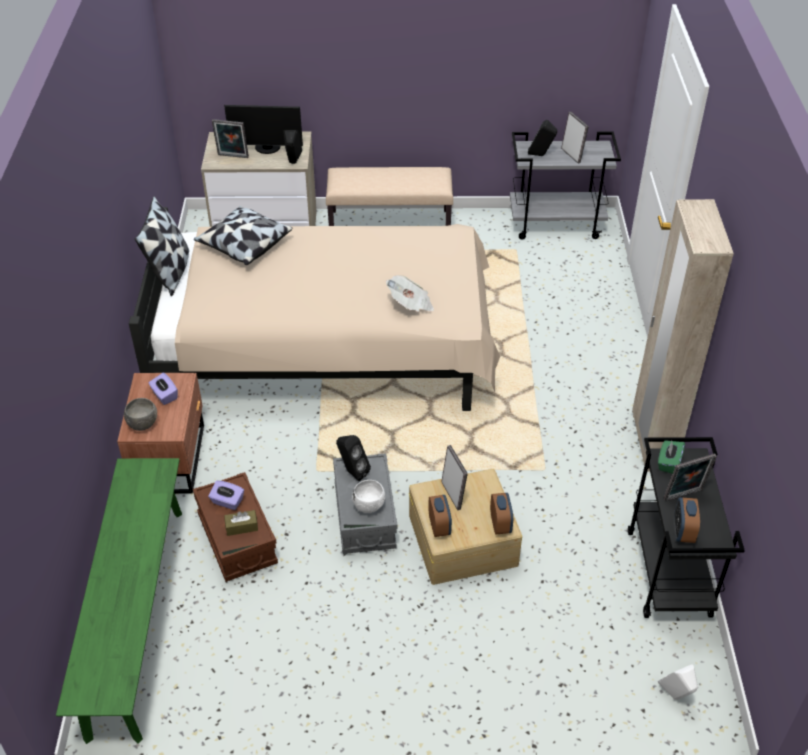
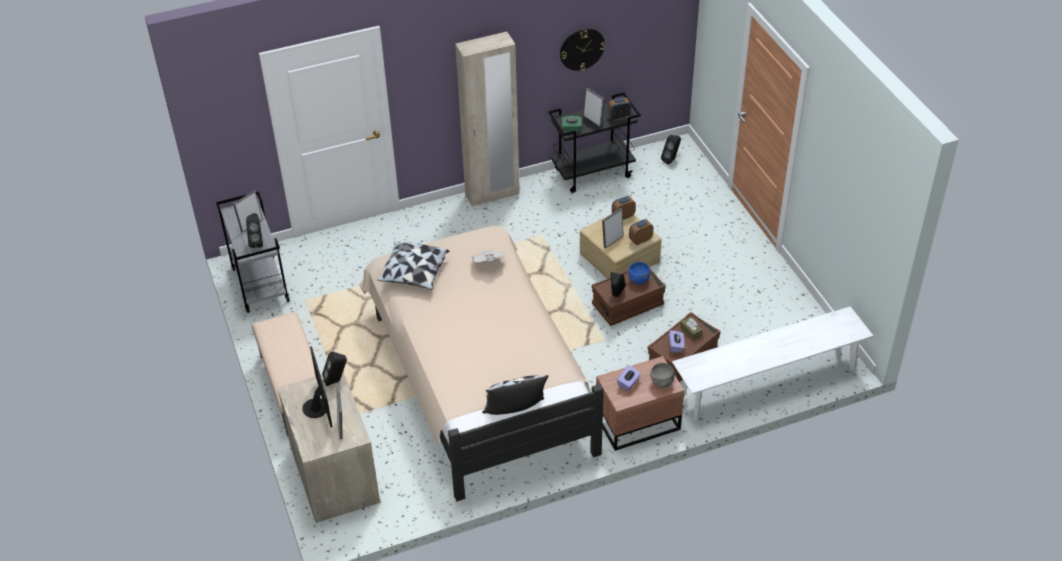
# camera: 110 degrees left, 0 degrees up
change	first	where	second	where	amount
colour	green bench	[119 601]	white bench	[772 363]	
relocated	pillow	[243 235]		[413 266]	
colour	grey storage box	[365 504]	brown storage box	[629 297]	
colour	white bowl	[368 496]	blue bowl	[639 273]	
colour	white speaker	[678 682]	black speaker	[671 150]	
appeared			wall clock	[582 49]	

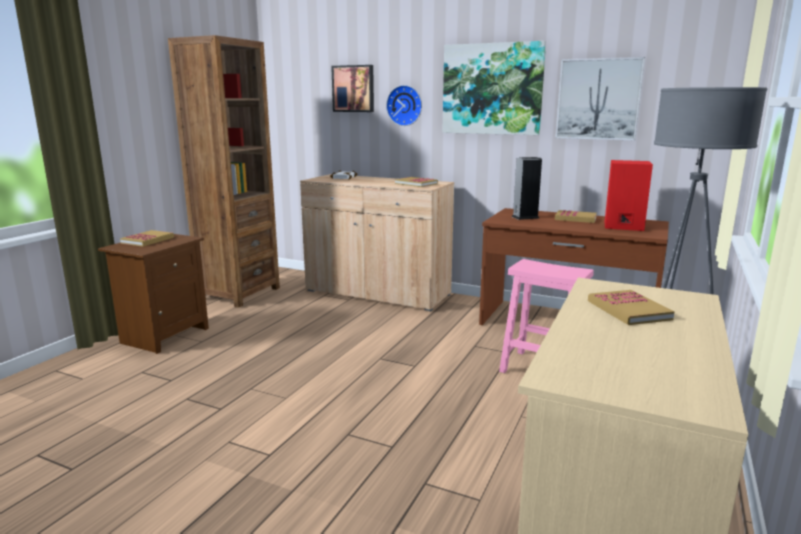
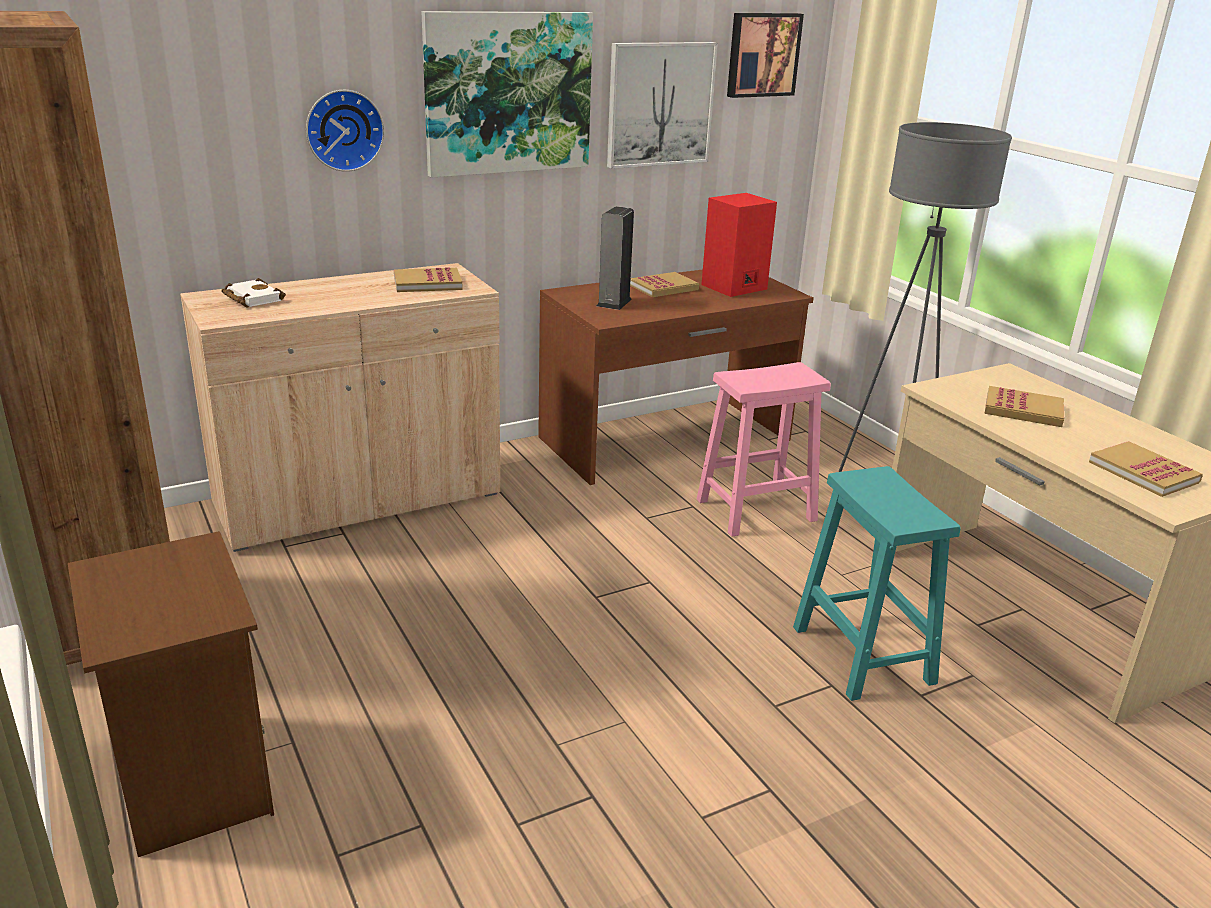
# camera: 55 degrees left, 10 degrees up
change	first	where	second	where	amount
relocated	book	[147 238]		[1146 469]	
relocated	picture	[352 88]		[765 55]	
appeared			turquoise stool	[877 583]	

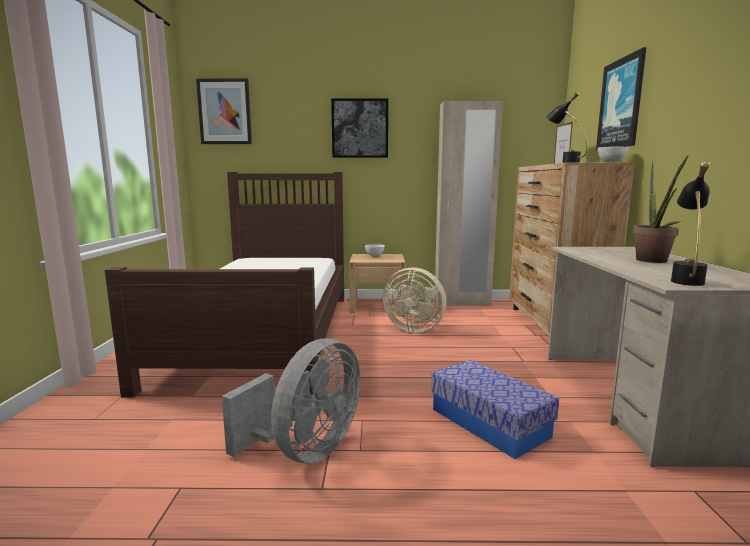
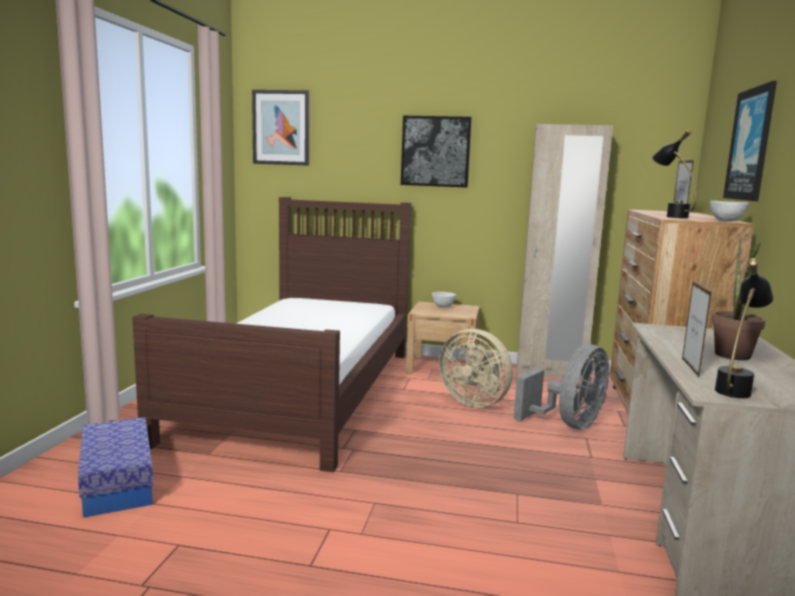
# camera: 10 degrees right, 0 degrees up
change	first	where	second	where	amount
relocated	grey fan	[291 401]		[561 386]	
relocated	storage box	[495 409]		[115 467]	
appeared			picture frame	[697 329]	

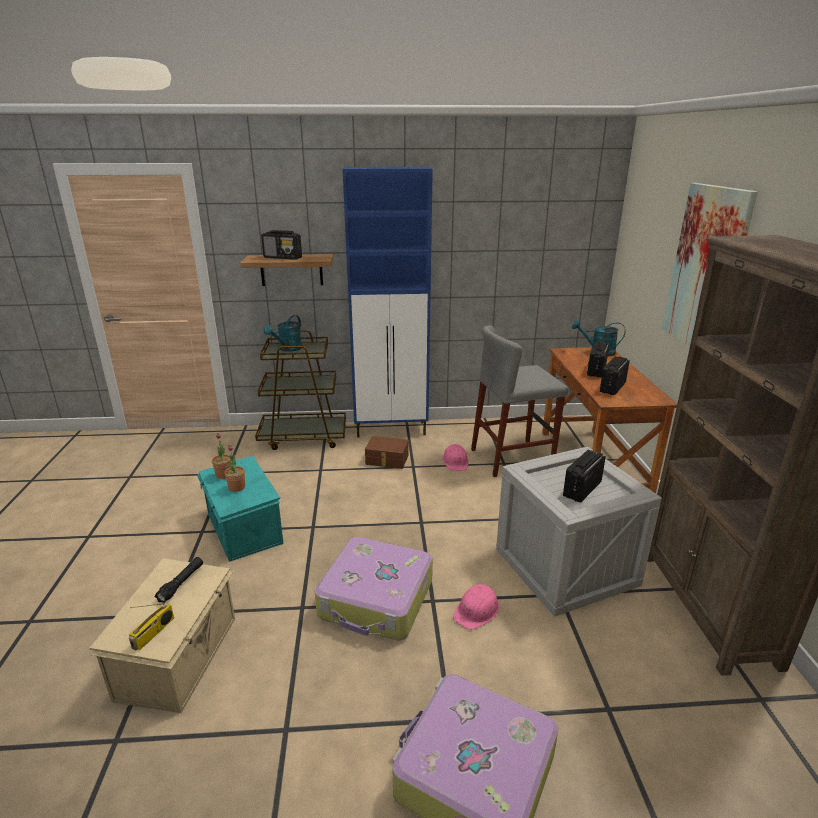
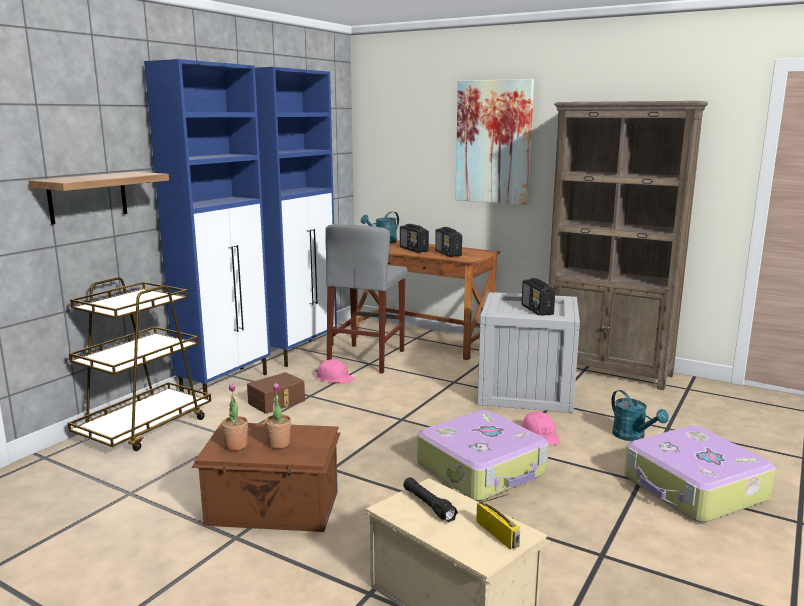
# camera: 55 degrees left, 10 degrees down
change	first	where	second	where	amount
colour	turquoise storage box	[240 509]	brown storage box	[265 477]	
missing	radio	[281 245]			
relocated	turquoise watering can	[282 333]		[640 415]	
appeared			blue cabinet	[296 217]	

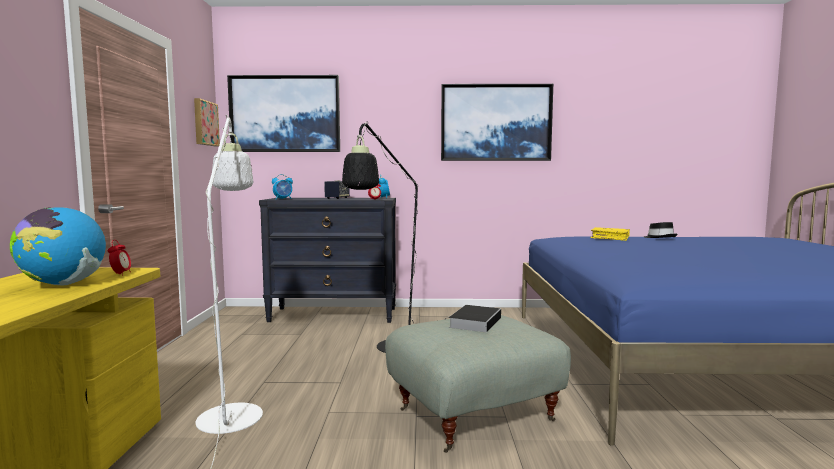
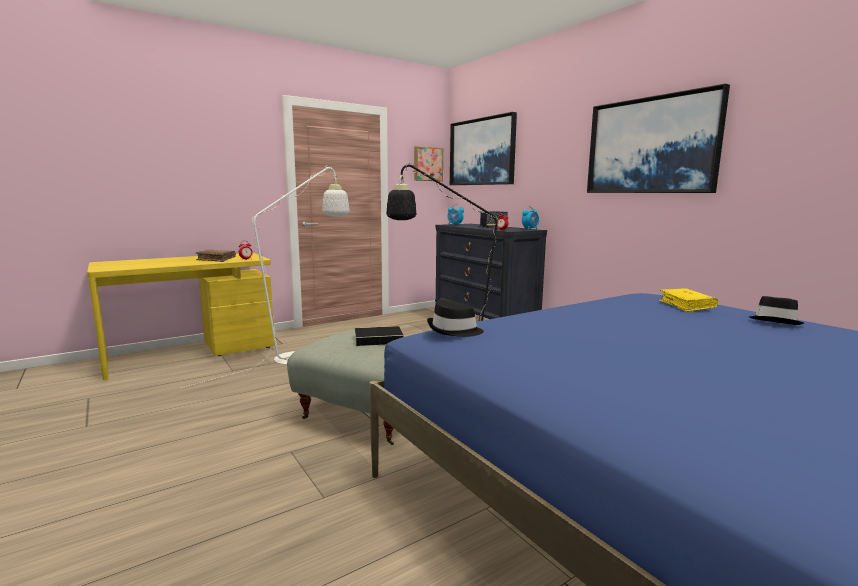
# camera: 55 degrees right, 5 degrees up
change	first	where	second	where	amount
exchanged	globe	[58 246]	brown book	[215 256]	
appeared			black hat	[455 318]	

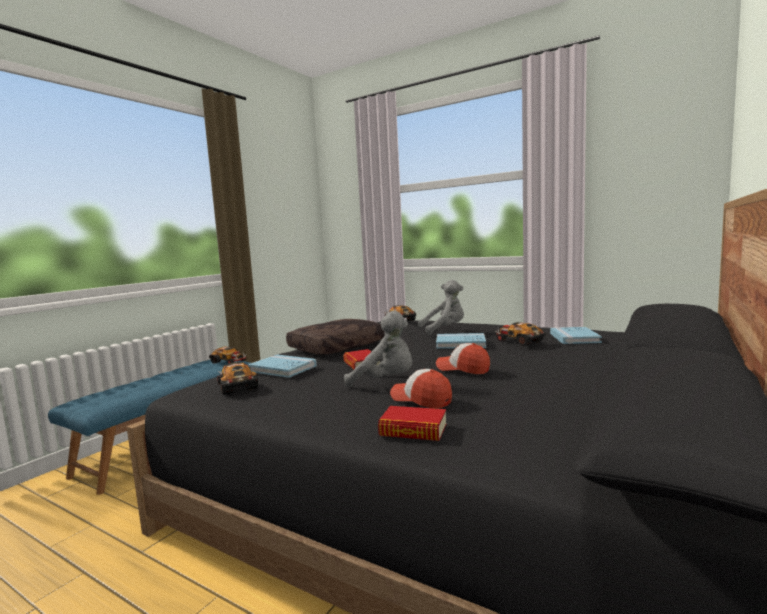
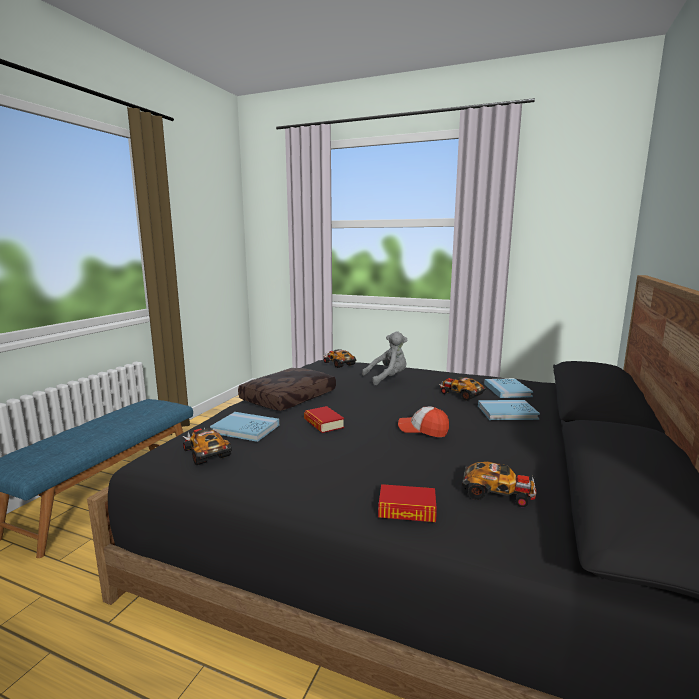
# camera: 10 degrees left, 5 degrees up
change	first	where	second	where	amount
relocated	toy car	[228 355]		[499 484]	
missing	grey plush toy	[378 349]			
missing	cap	[421 388]			
relocated	blue book	[461 341]		[509 410]	

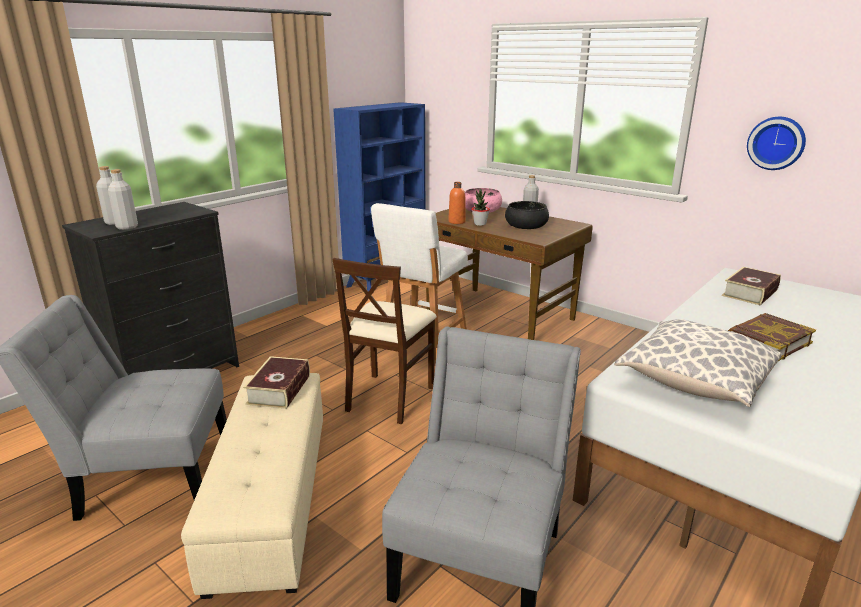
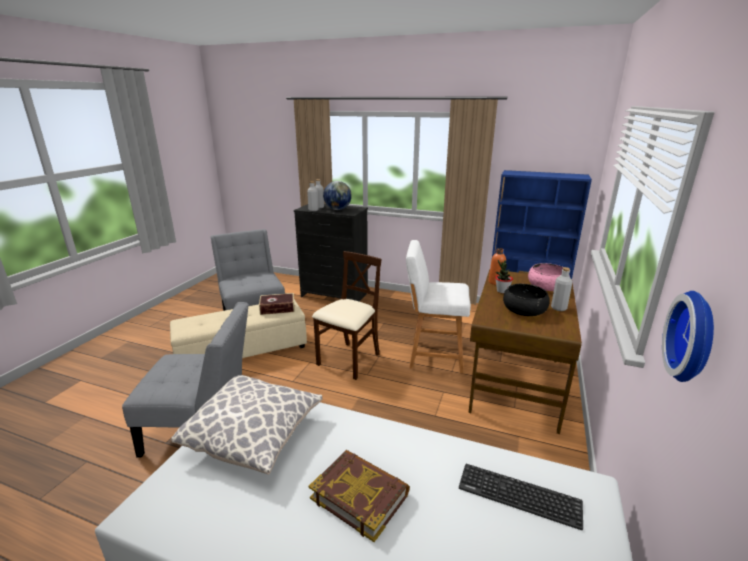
# camera: 70 degrees right, 0 degrees up
change	first	where	second	where	amount
spun	beige chair	[384 341]		[347 315]	120 degrees clockwise
exchanged	book	[751 286]	keyboard	[521 497]	
appeared			globe	[337 195]	

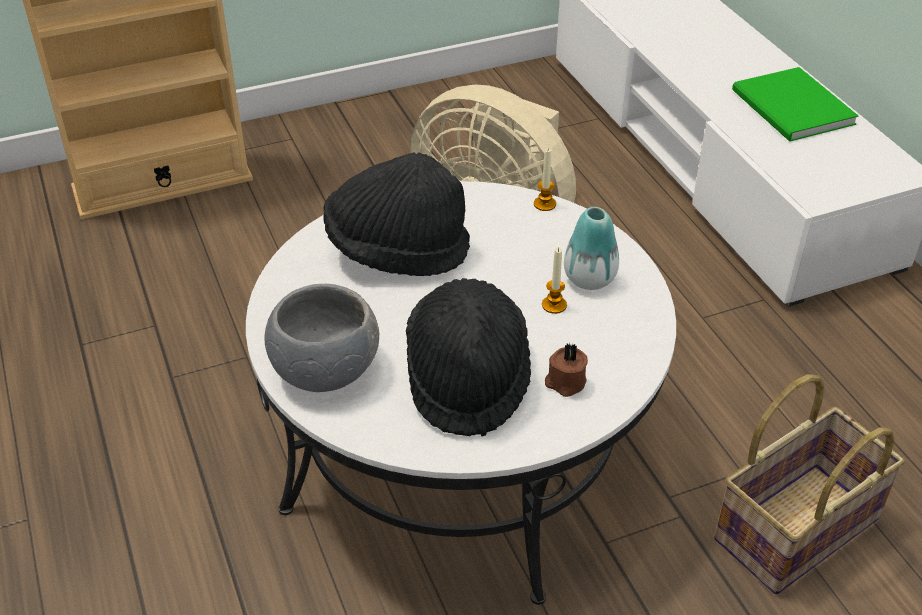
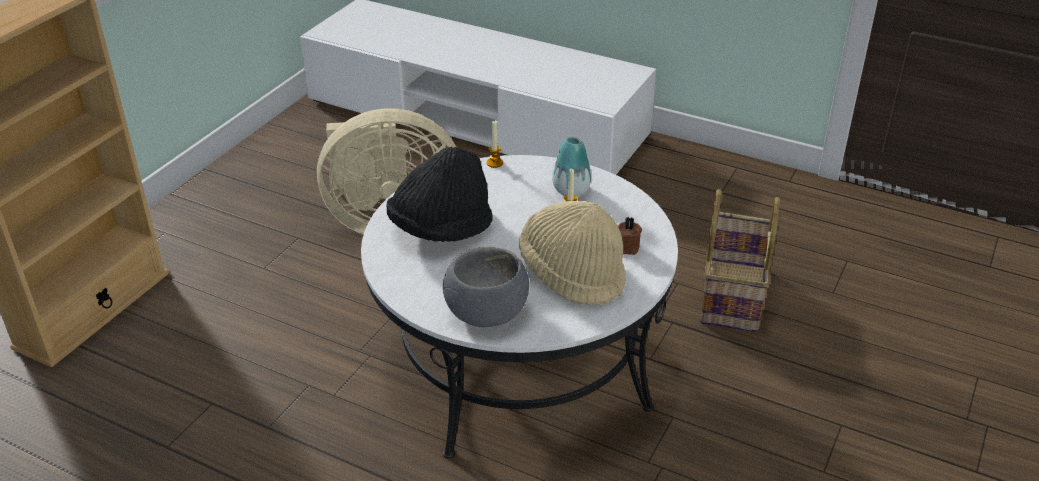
# camera: 40 degrees left, 5 degrees down
change	first	where	second	where	amount
colour	black hat	[468 357]	beige hat	[572 253]	
missing	green book	[795 104]			

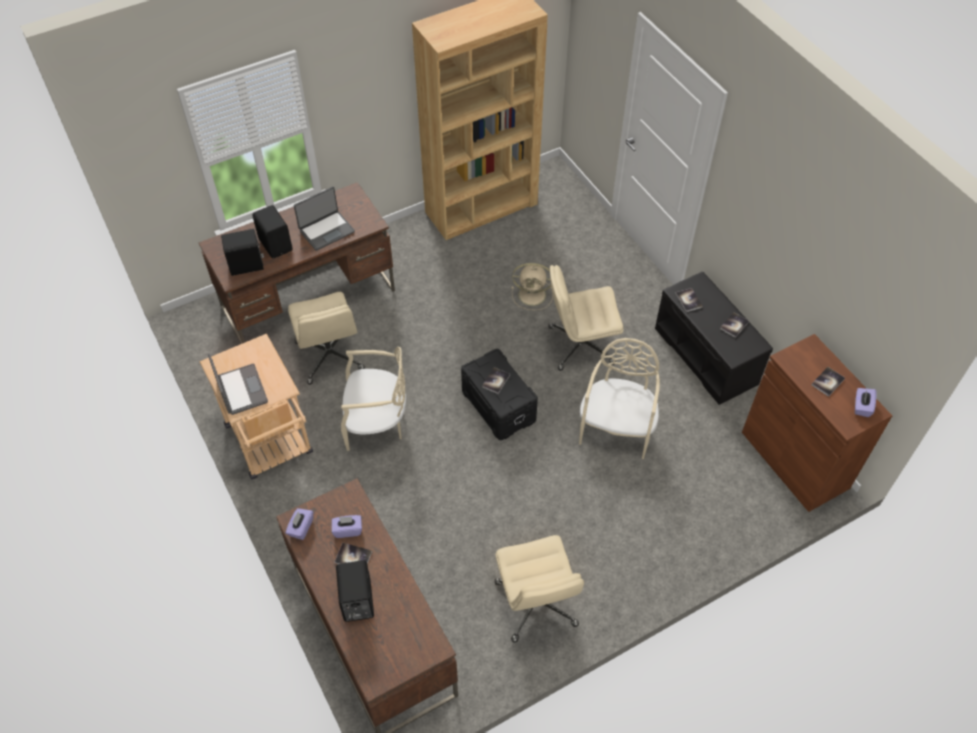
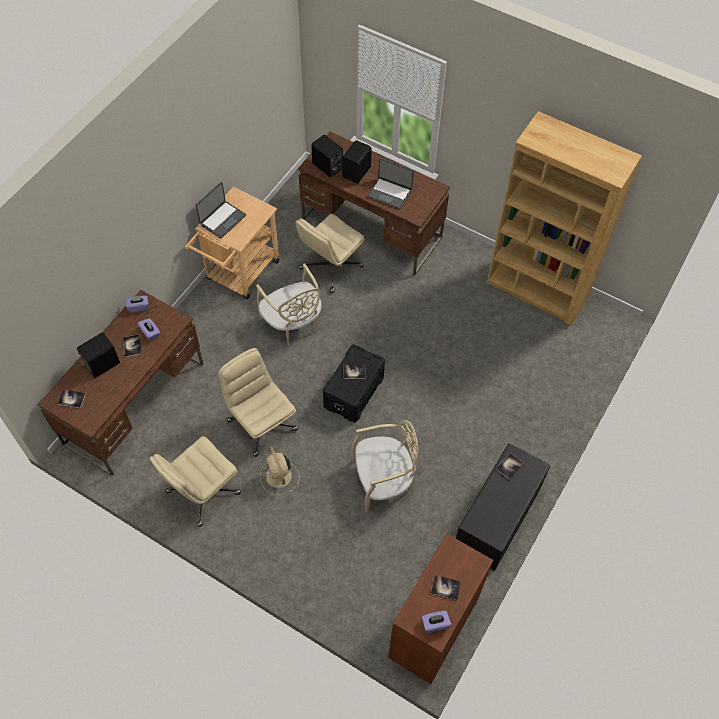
# camera: 60 degrees right, 5 degrees up
change	first	where	second	where	amount
relocated	beige fan	[532 286]		[280 470]	
relocated	beige office chair	[586 318]		[258 402]	
relocated	book	[734 325]		[71 399]	

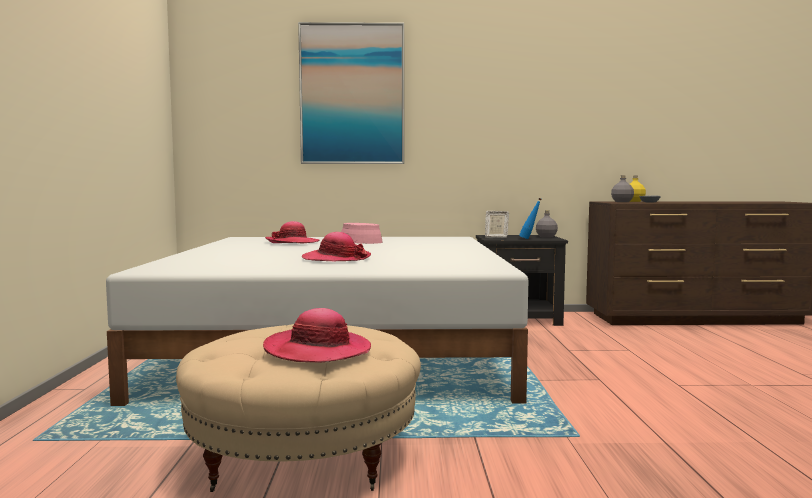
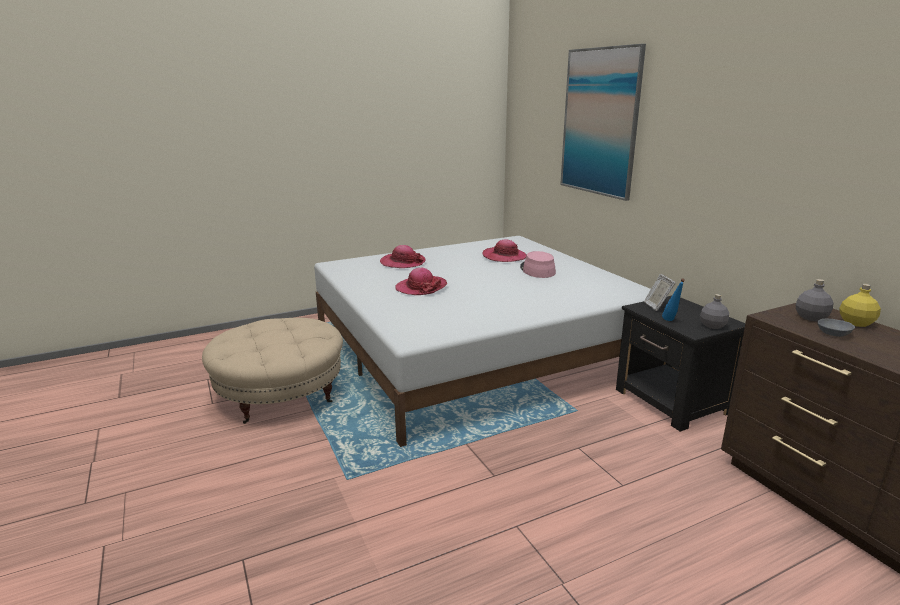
# camera: 65 degrees right, 15 degrees up
change	first	where	second	where	amount
relocated	hat	[317 335]		[403 256]	

